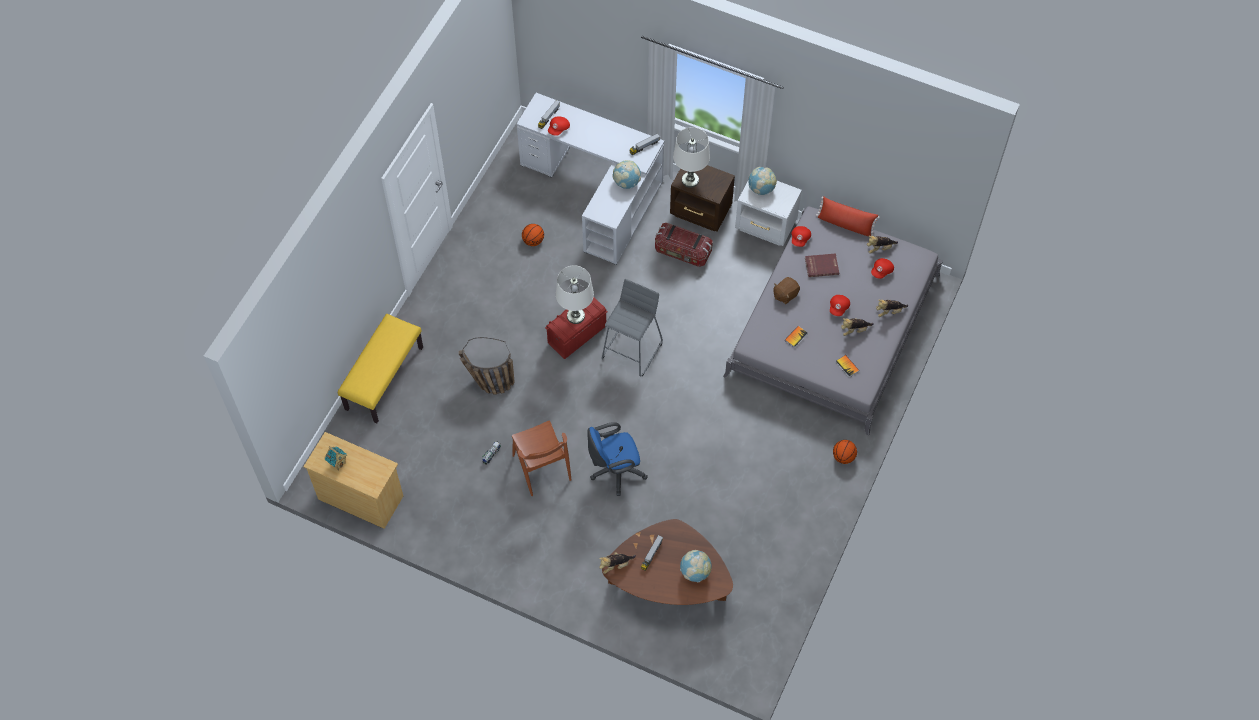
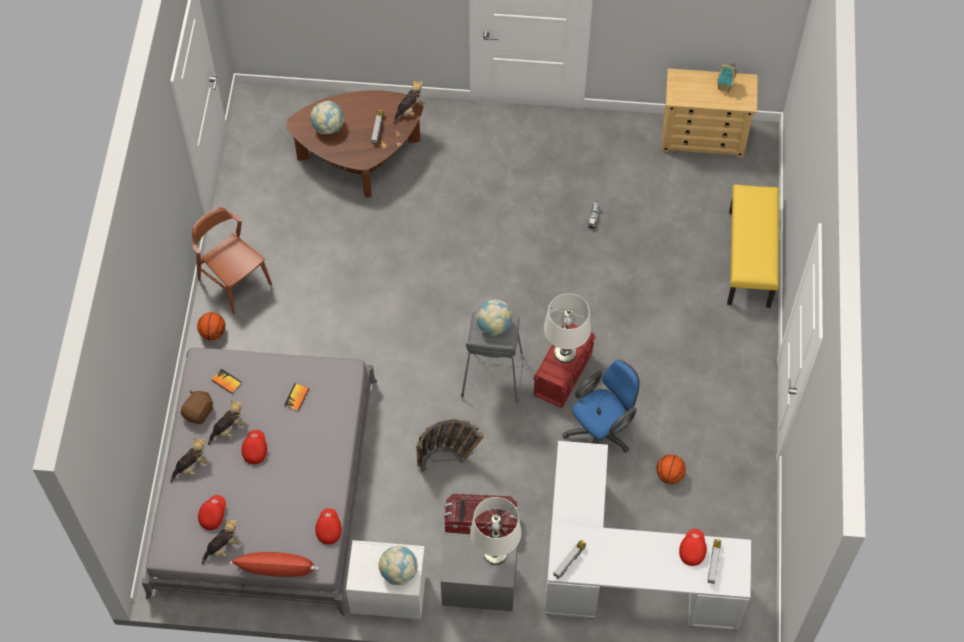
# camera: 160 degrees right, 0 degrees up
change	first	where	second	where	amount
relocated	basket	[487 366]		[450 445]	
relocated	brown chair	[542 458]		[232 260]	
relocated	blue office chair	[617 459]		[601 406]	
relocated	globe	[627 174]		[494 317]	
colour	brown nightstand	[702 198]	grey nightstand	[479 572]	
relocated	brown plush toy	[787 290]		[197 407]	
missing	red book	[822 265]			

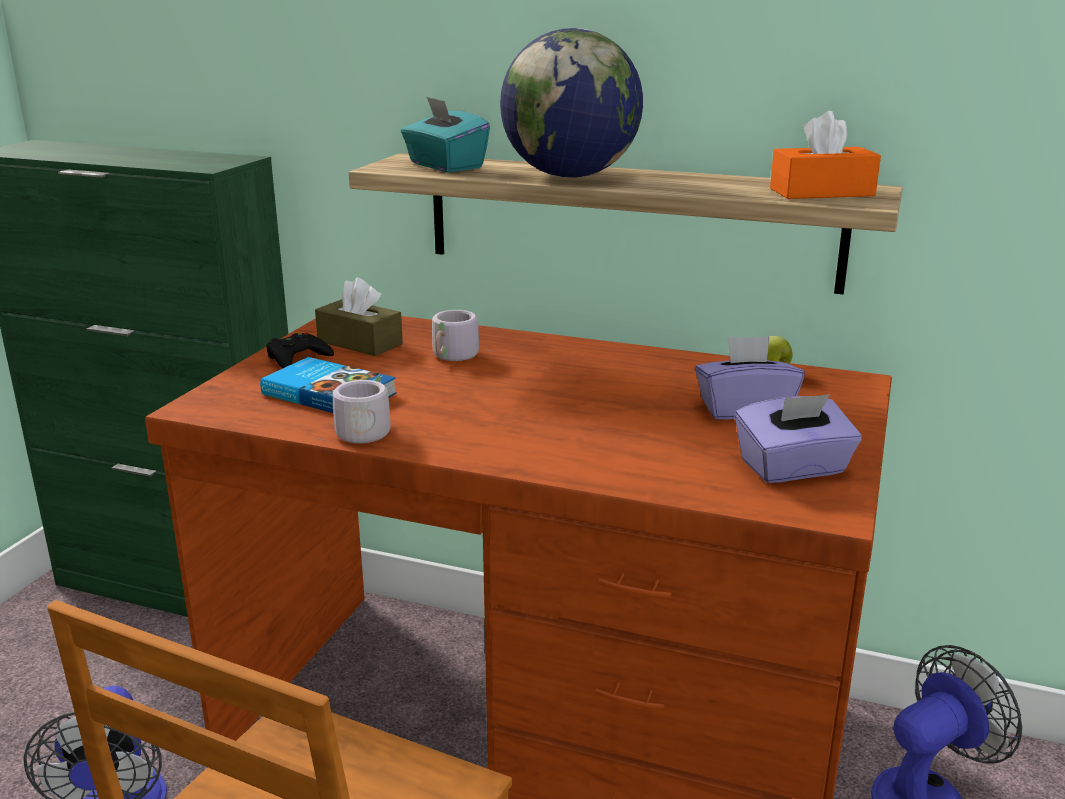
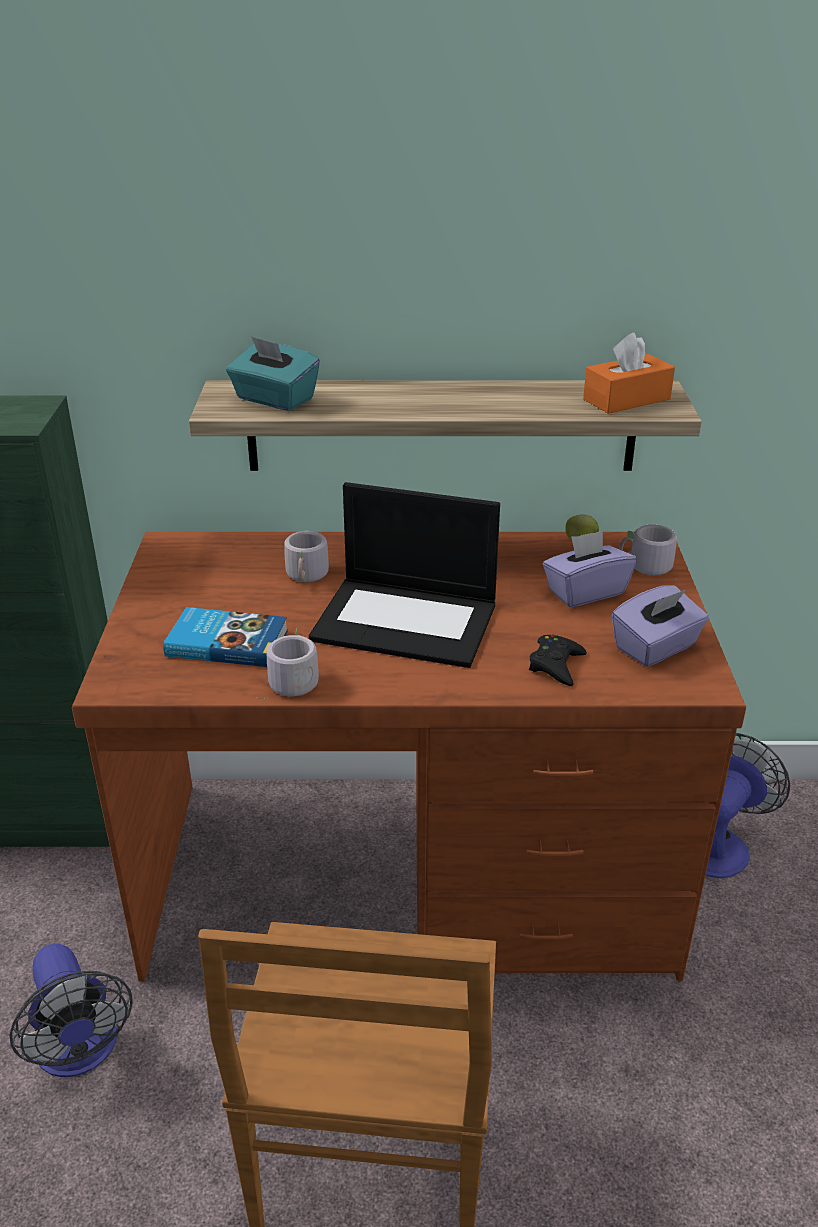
# camera: 20 degrees left, 10 degrees up
change	first	where	second	where	amount
relocated	black game controller	[300 350]		[558 660]	
missing	brown tissue box	[359 316]			
missing	globe	[571 103]			
appeared			laptop	[404 575]	
appeared			grey mug	[648 553]	

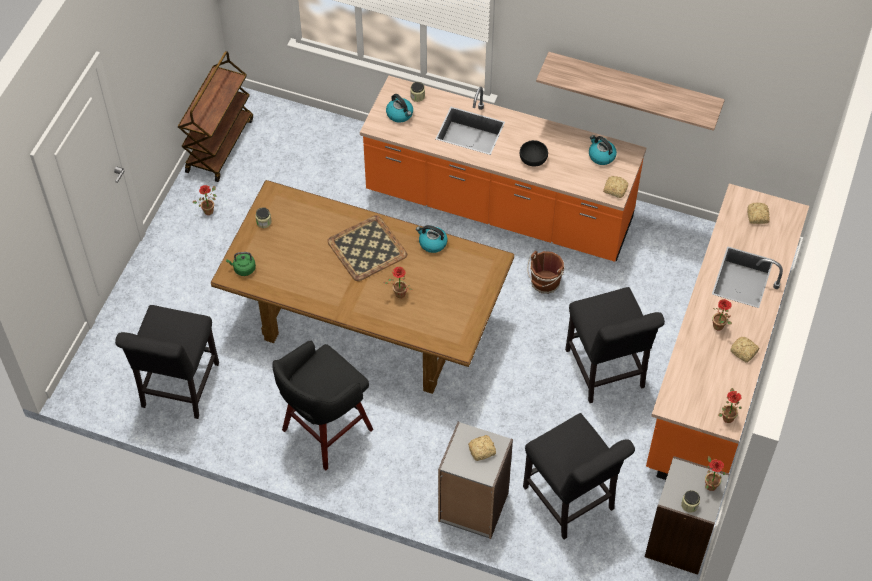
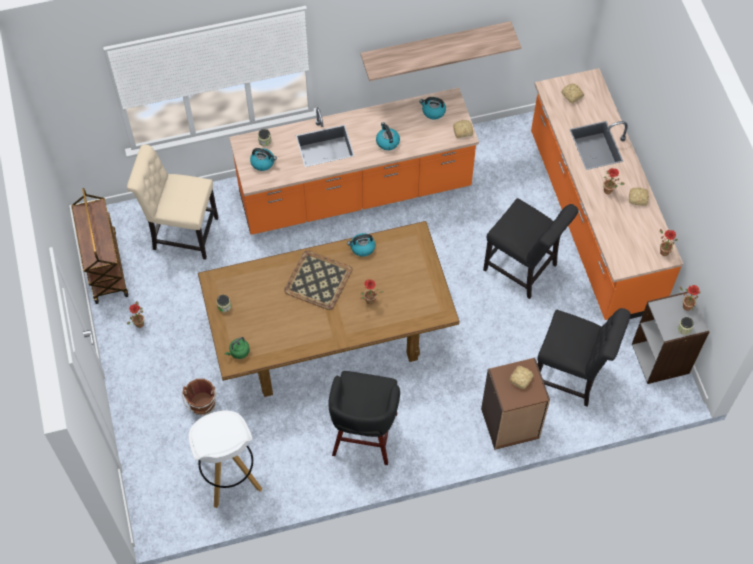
# camera: 35 degrees left, 5 degrees up
change	first	where	second	where	amount
exchanged	black chair	[167 362]	white stool	[225 459]	
colour	grey bookcase	[475 480]	brown bookcase	[515 404]	
exchanged	black bowl	[534 153]	kettle	[388 136]	
relocated	brown bucket	[545 272]		[199 397]	
appeared			beige chair	[173 201]	

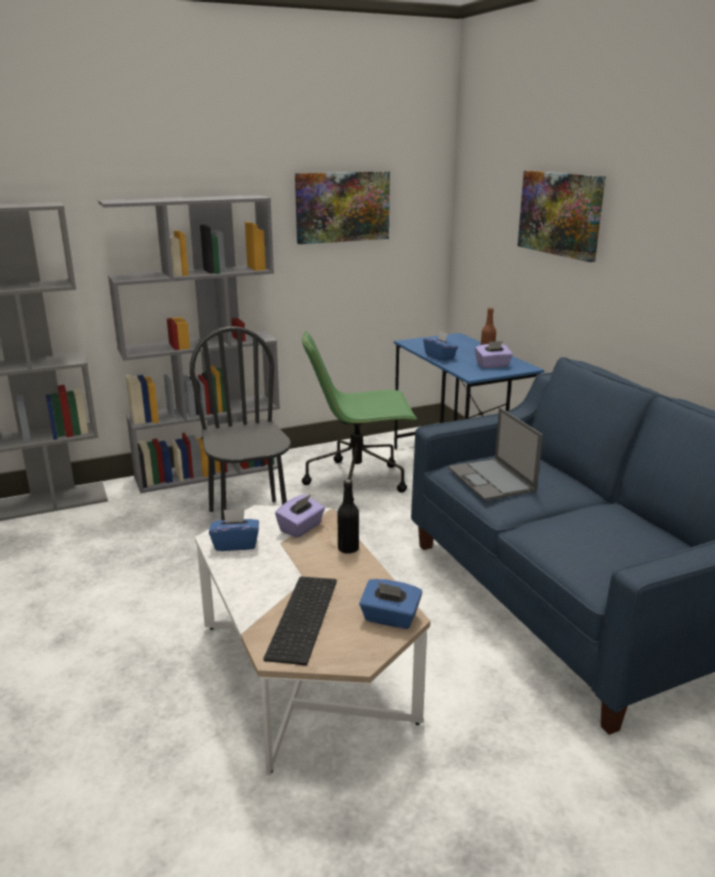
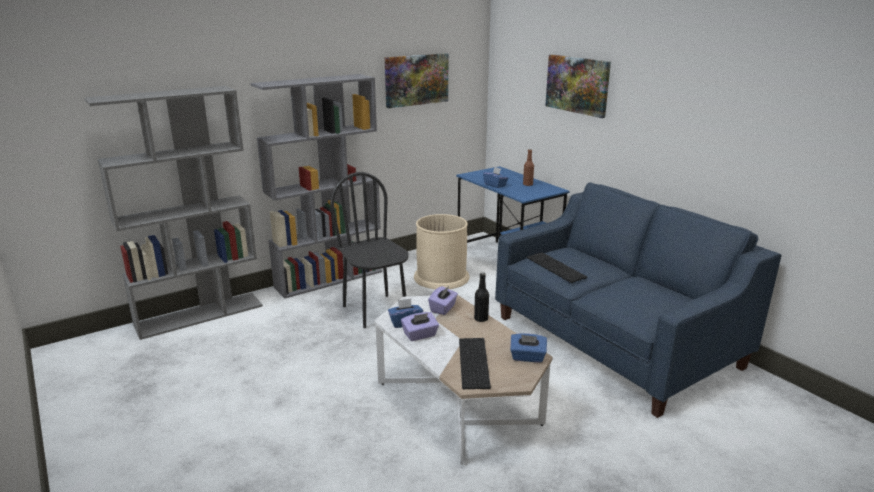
# camera: 10 degrees left, 0 degrees up
change	first	where	second	where	amount
exchanged	green office chair	[359 416]	beige trash can	[442 251]	
exchanged	laptop	[495 454]	keyboard	[557 267]	
relocated	purple tissue box	[494 354]		[420 326]	

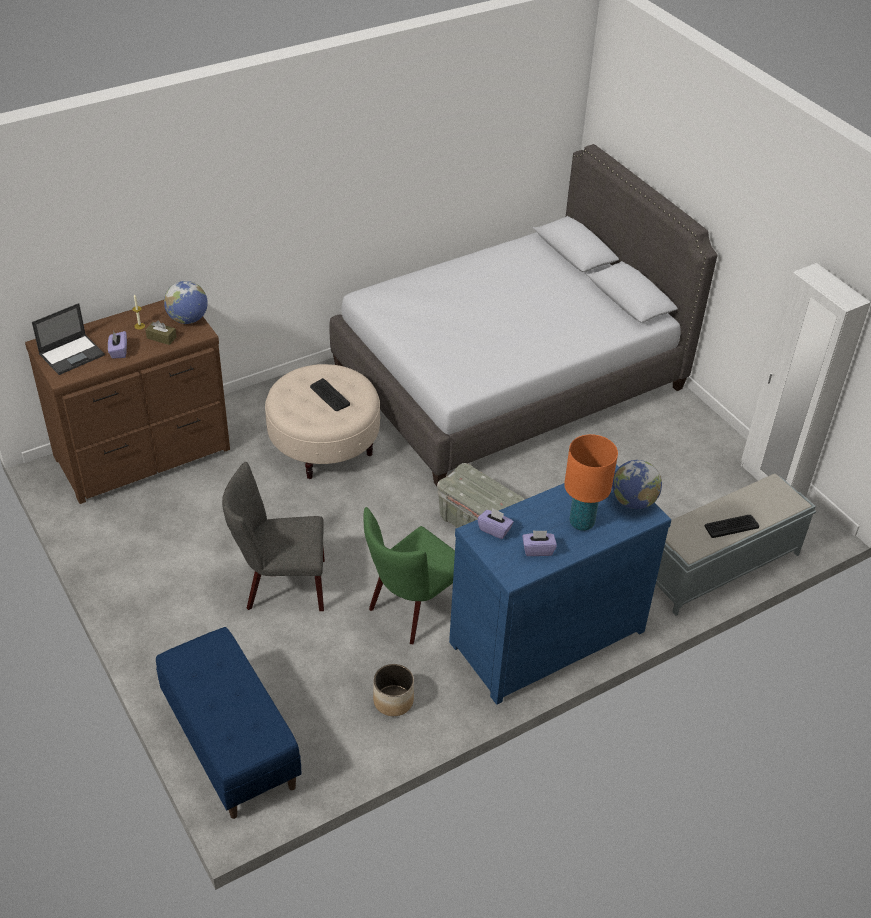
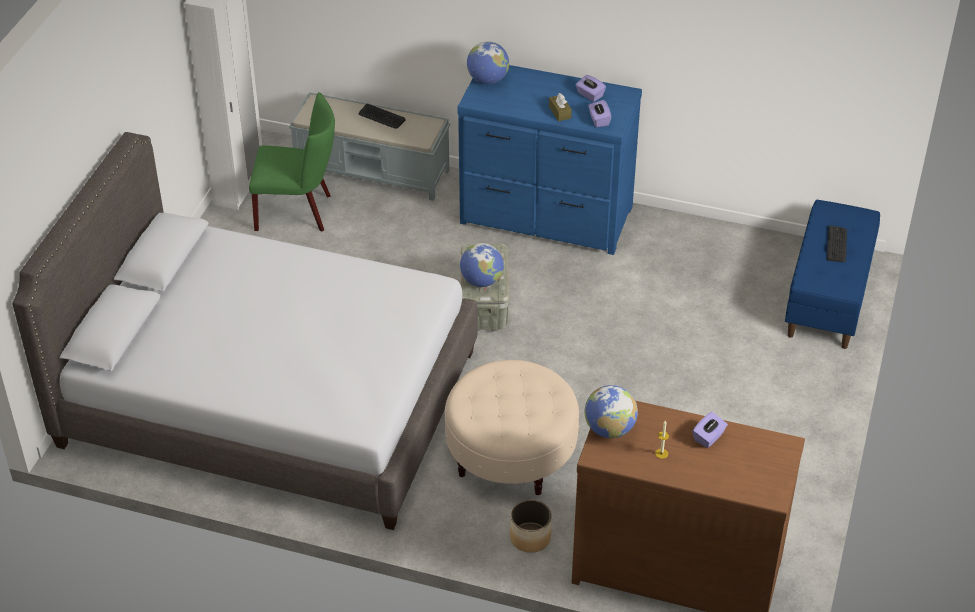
# camera: 130 degrees left, 0 degrees up
change	first	where	second	where	amount
missing	laptop	[68 339]			
relocated	brown tissue box	[161 332]		[560 107]	
missing	grey chair	[273 536]			
relocated	keyboard	[330 394]		[837 243]	
relocated	green chair	[409 575]		[292 161]	
relocated	planter	[393 690]		[531 526]	
missing	orange table lamp	[591 482]			
appeared			globe	[482 265]	

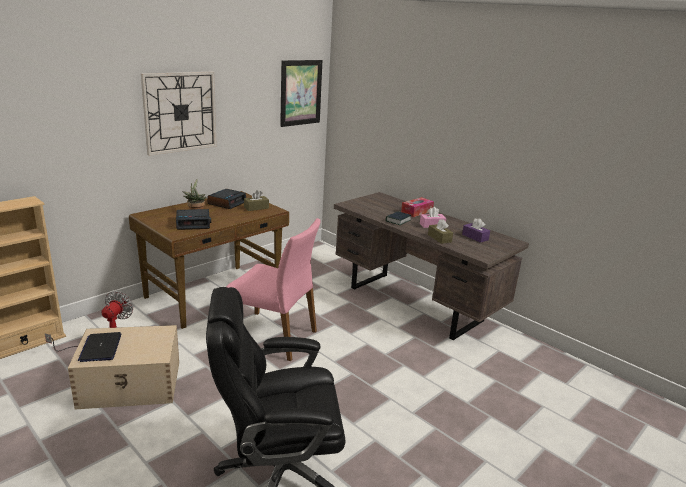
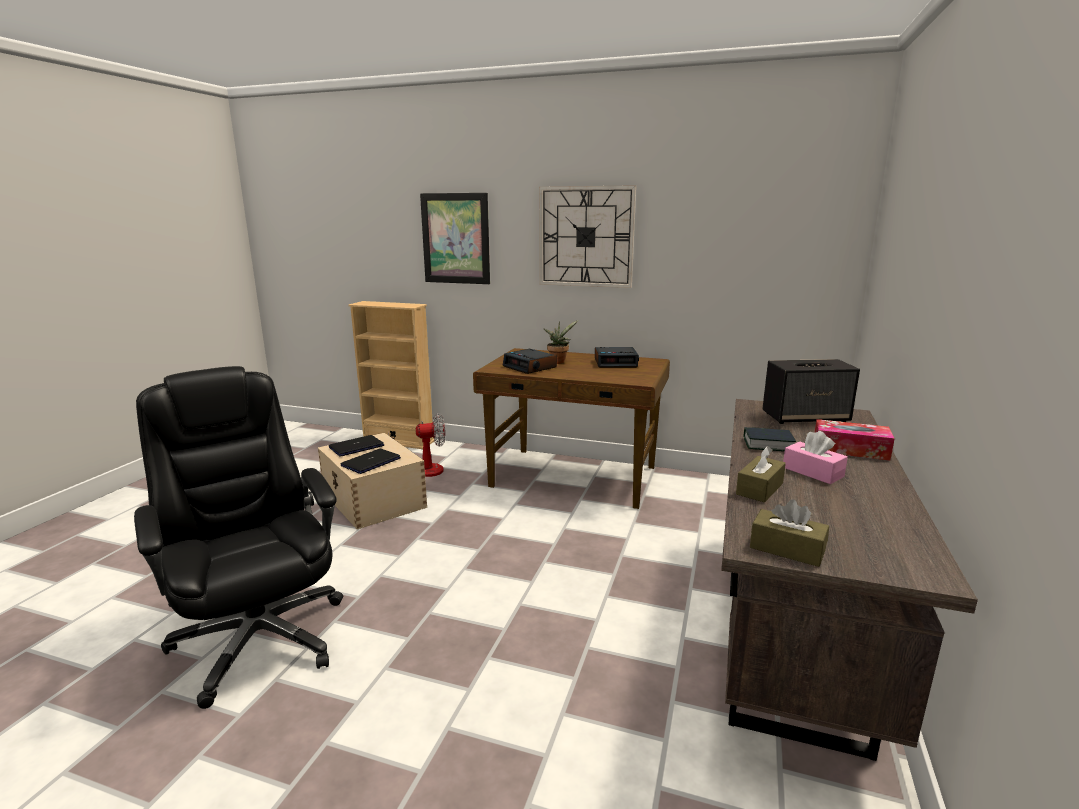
# camera: 65 degrees right, 5 degrees down
change	first	where	second	where	amount
missing	pink chair	[273 289]			
relocated	brown tissue box	[256 200]		[789 533]	
relocated	picture	[301 93]		[455 238]	
missing	purple tissue box	[476 230]			
appeared			laptop	[370 461]	
appeared			speaker	[811 391]	

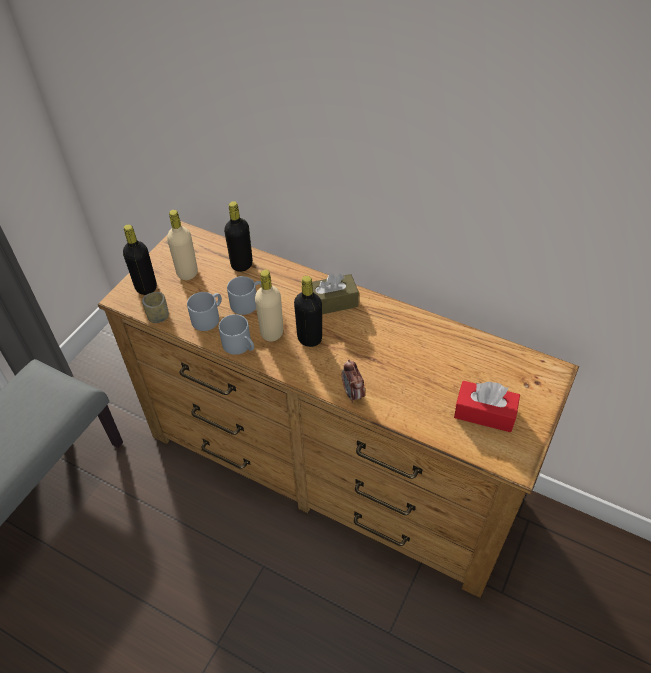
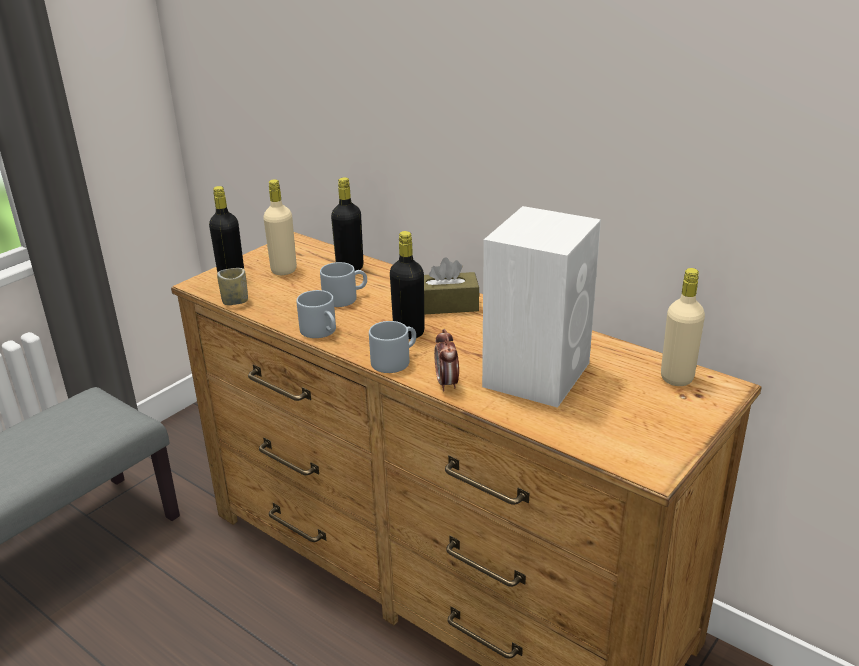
# camera: 10 degrees right, 20 degrees down
change	first	where	second	where	amount
relocated	grey mug	[204 311]		[392 347]	
relocated	beige bottle	[269 305]		[683 327]	
missing	red tissue box	[487 406]			
appeared			white speaker	[541 307]	

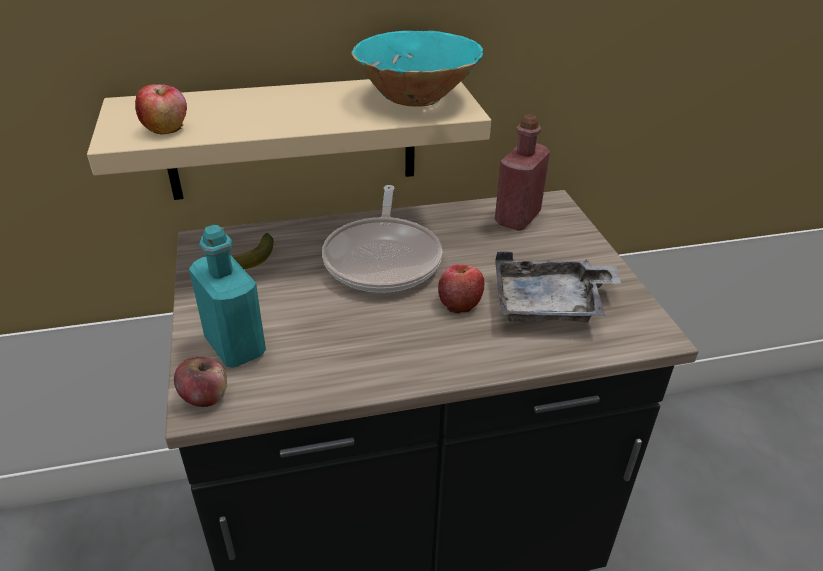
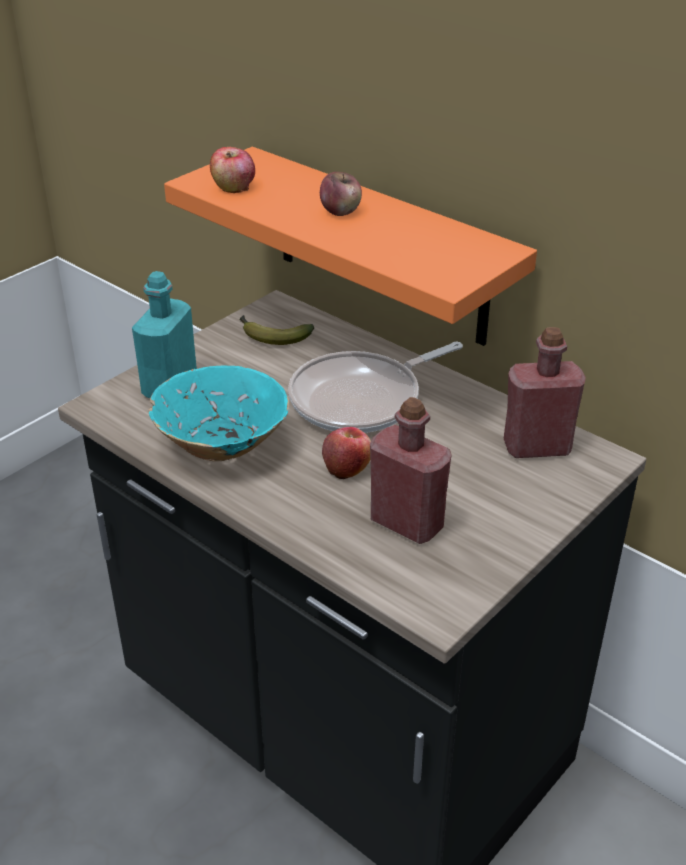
# camera: 55 degrees right, 0 degrees up
change	first	where	second	where	amount
colour	beige shelf	[289 139]	orange shelf	[350 246]	
relocated	apple	[200 381]		[341 194]	
relocated	turquoise bowl	[417 69]		[219 413]	
exchanged	grey tray	[558 286]	red bottle	[411 470]	

